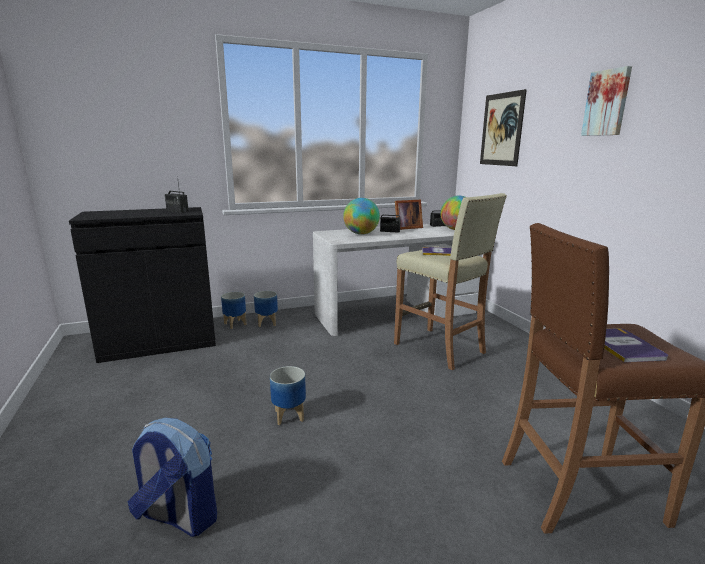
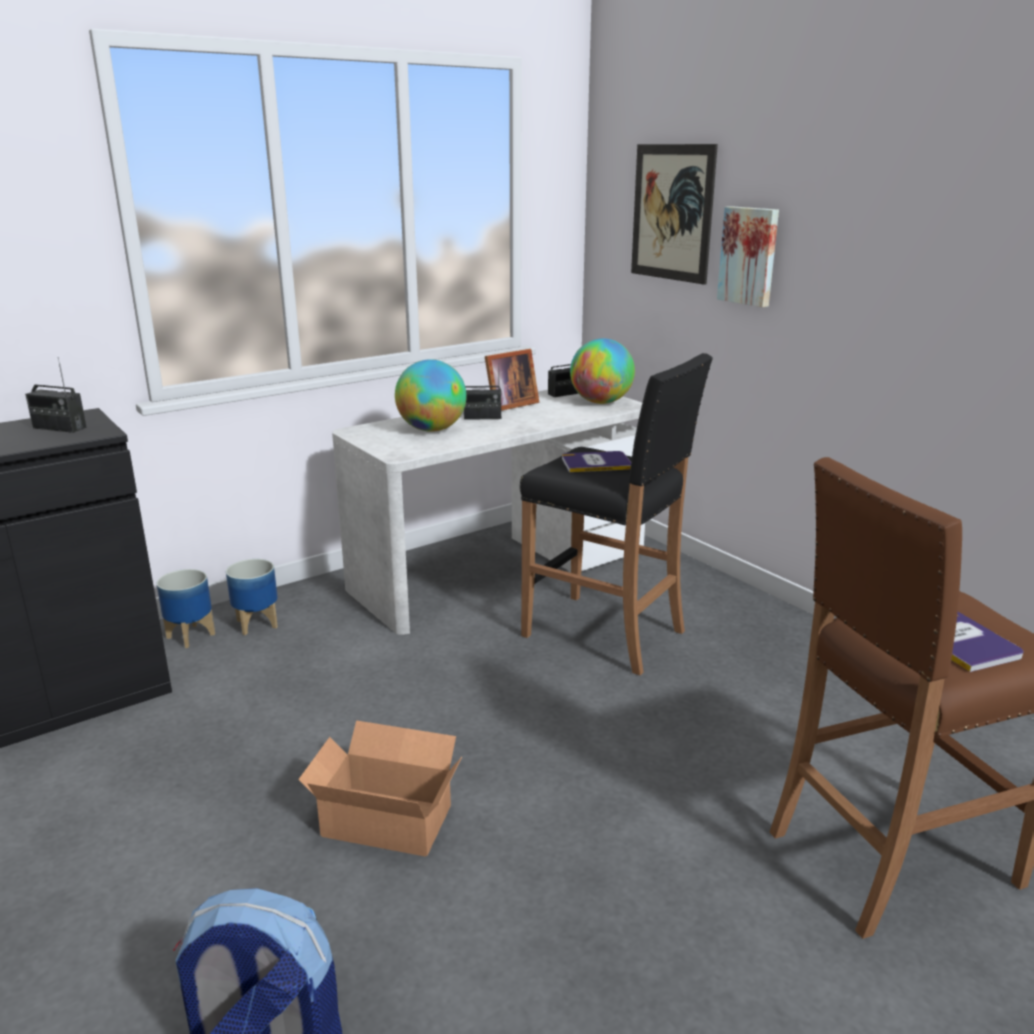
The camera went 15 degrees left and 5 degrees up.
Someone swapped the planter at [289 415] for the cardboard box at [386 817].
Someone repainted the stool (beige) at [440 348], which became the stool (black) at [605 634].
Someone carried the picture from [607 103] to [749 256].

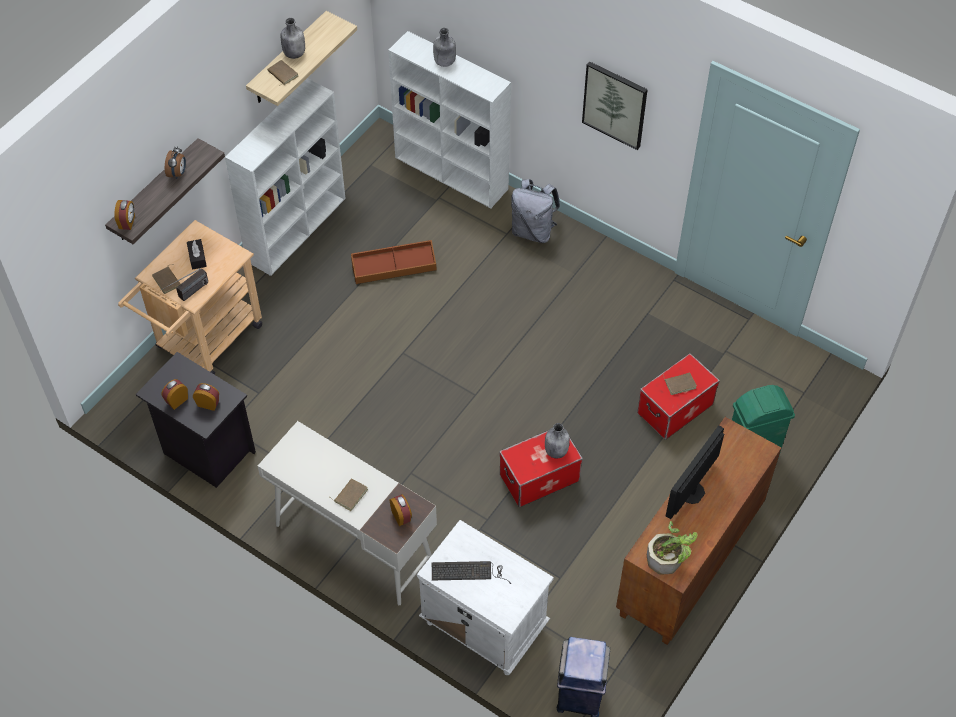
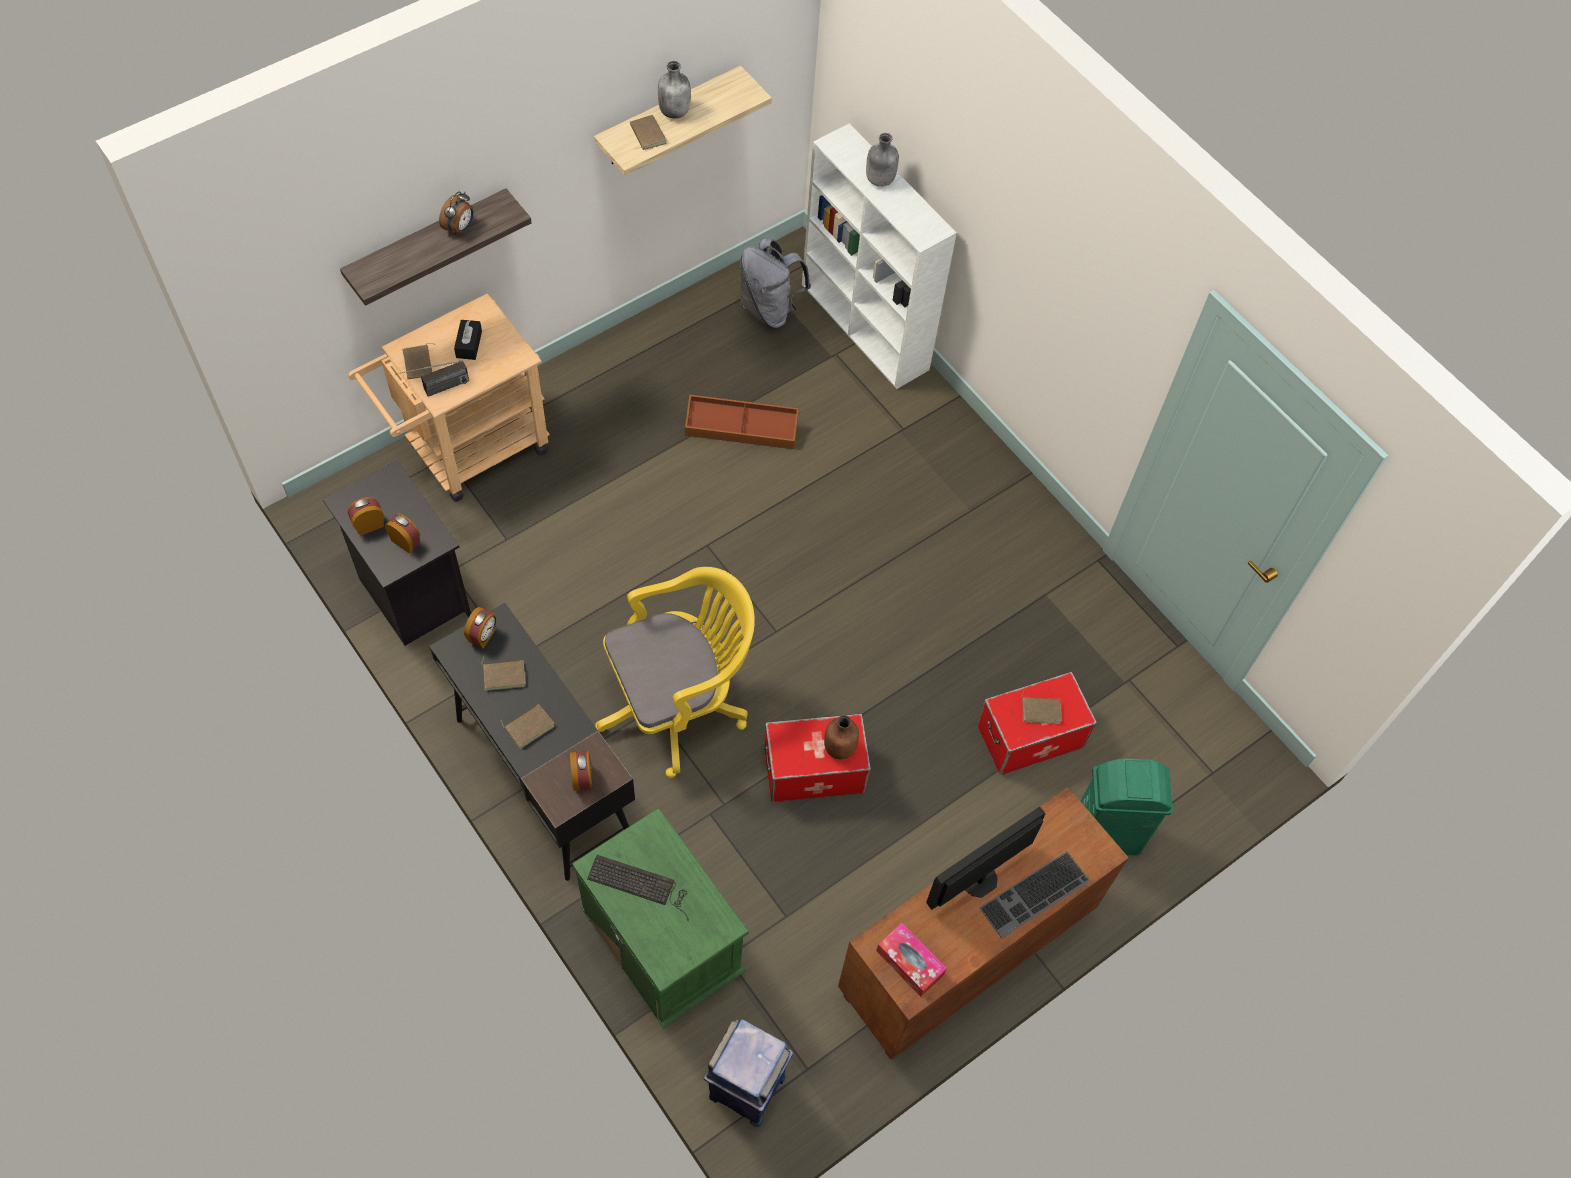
The camera went 15 degrees right and 5 degrees up.
Someone repainted the desk (white) at [353 543], which became the desk (black) at [542 777].
Someone carried the alarm clock from [127 222] to [483 636].
Someone put down the book (brown) at [504 675].
Someone repainted the nightstand (white) at [483 625], which became the nightstand (green) at [661 945].
Someone put down the office chair (yellow) at [679 703].
Someone carried the backpack (grey) from [533 231] to [770 309].
Someone repainted the bottle (grey) at [556 450], which became the bottle (brown) at [839 747].
Someone swapped the potted plant at [669 558] for the tissue box at [910 962].
Someone put down the keyboard at [1035 896].
Someone took away the bookcase (white) at [297 228].
Someone took away the picture at [615 104].

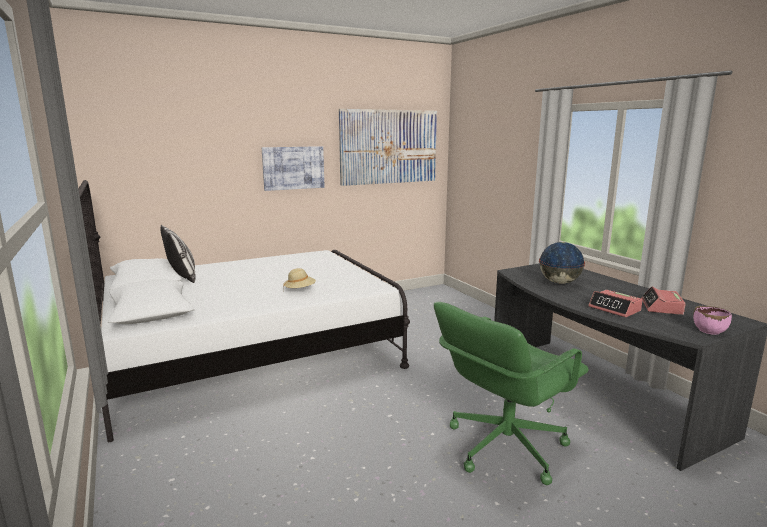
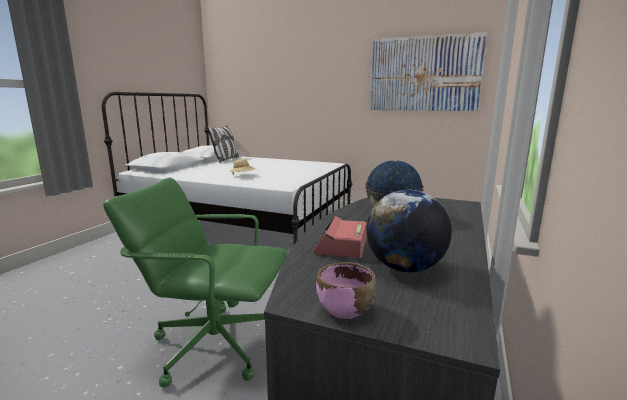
The camera went 50 degrees right and 0 degrees up.
Someone swapped the alarm clock at [661 307] for the globe at [404 268].
Someone took away the picture at [293 168].

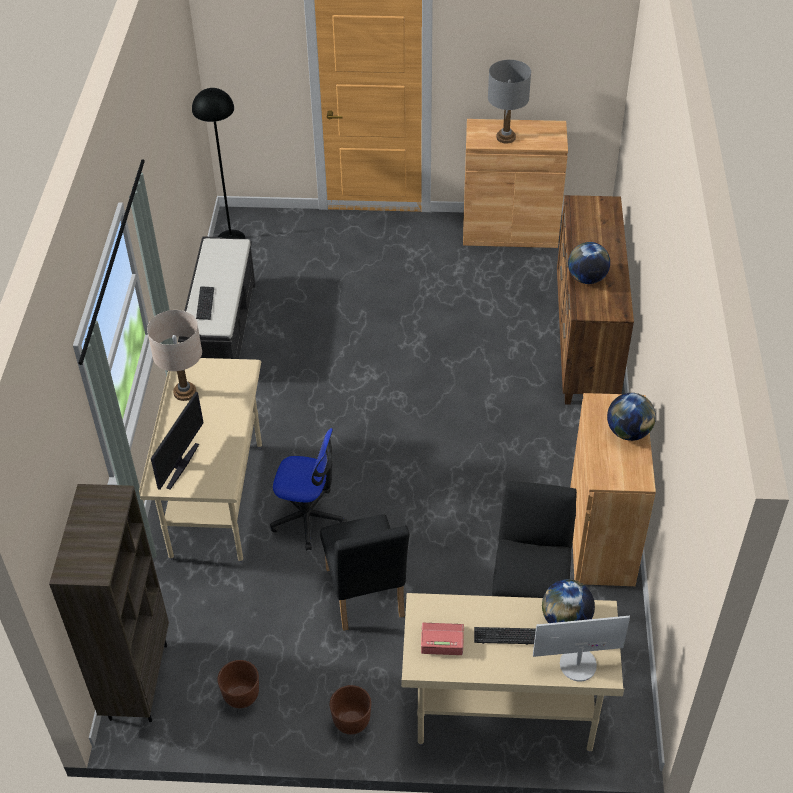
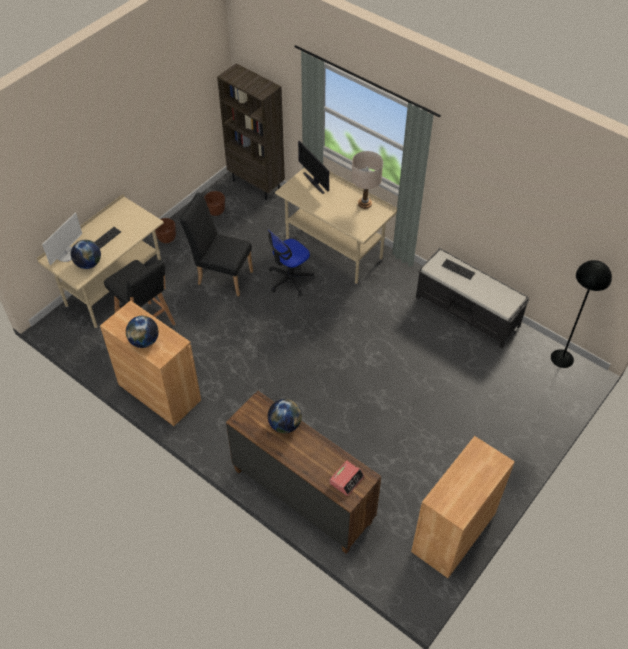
The camera went 125 degrees right and 5 degrees up.
Someone carried the alarm clock from [442 640] to [347 480].
Someone took away the table lamp (grey) at [506 137].

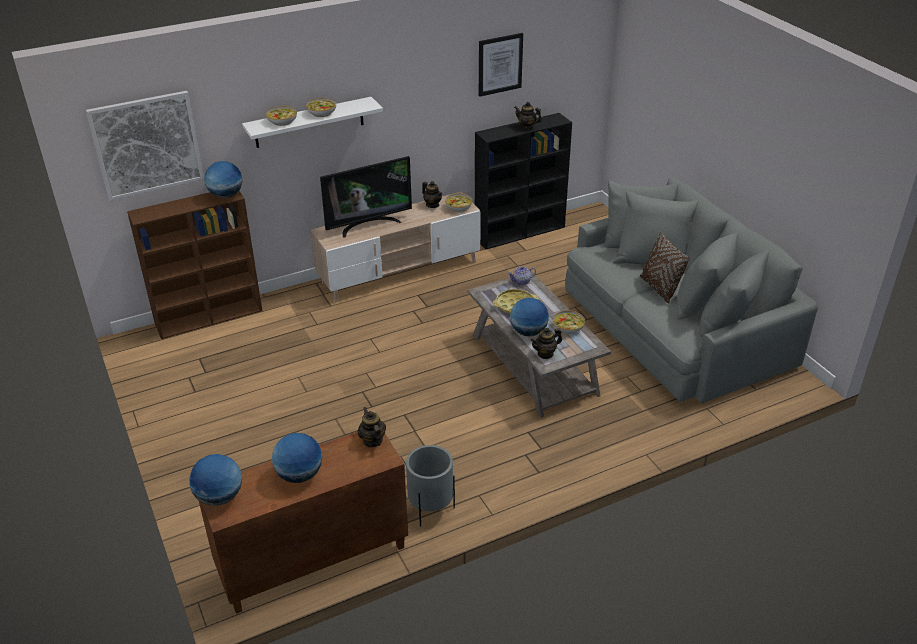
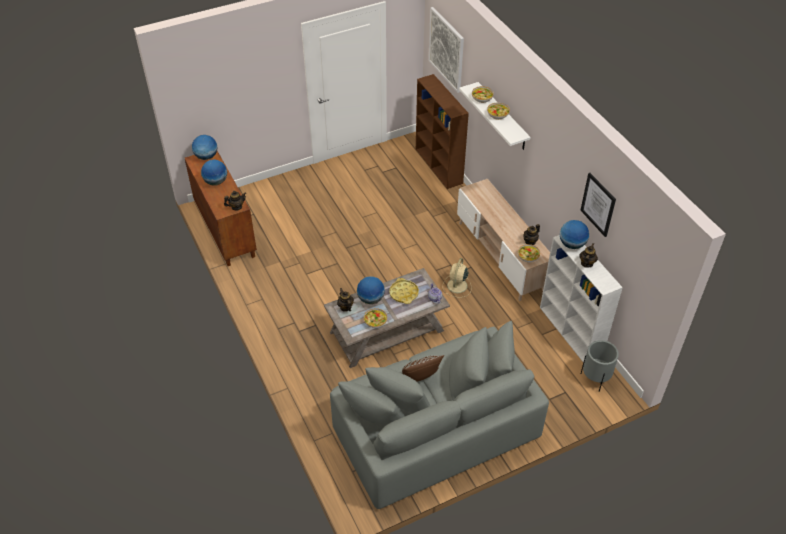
The camera went 90 degrees right and 10 degrees up.
Someone put down the fan (beige) at [457 286].
Someone repainted the bookcase (black) at [520 232], which became the bookcase (white) at [571 332].
Someone carried the globe from [226 195] to [572 244].
Someone carried the planter (grey) from [431 509] to [595 379].
Someone took away the television at [368 224].

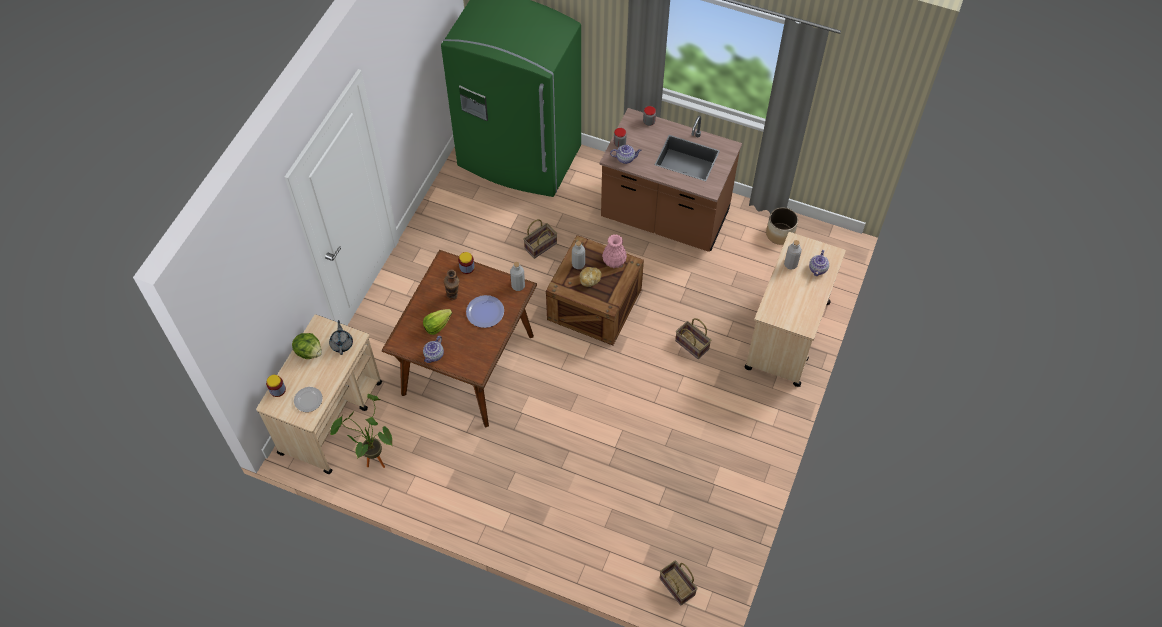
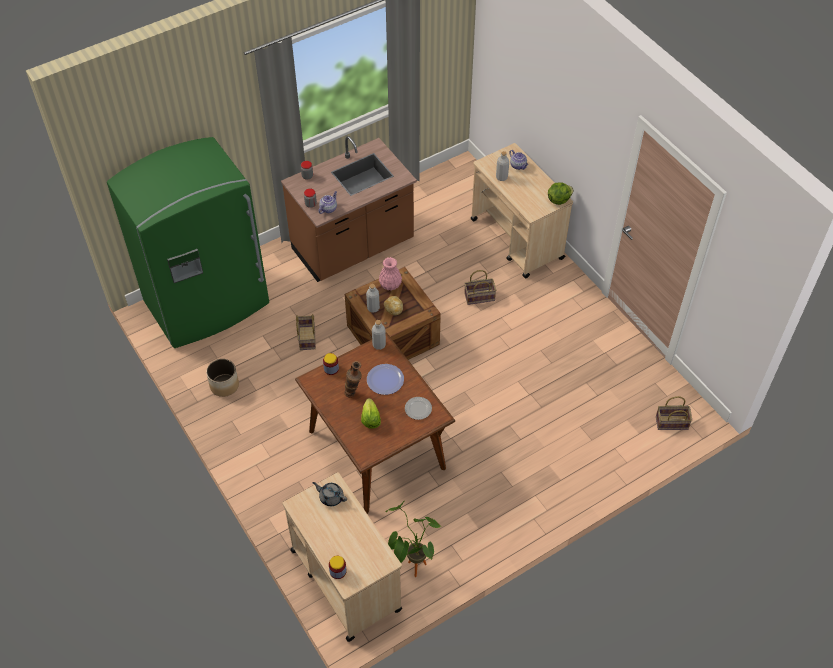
The camera went 55 degrees left and 5 degrees down.
Someone carried the planter from [779 234] to [224 385].
Someone carried the plate from [308 400] to [418 409].
Someone carried the lettuce from [309 352] to [558 200].
Someone took away the teapot at [434 355].

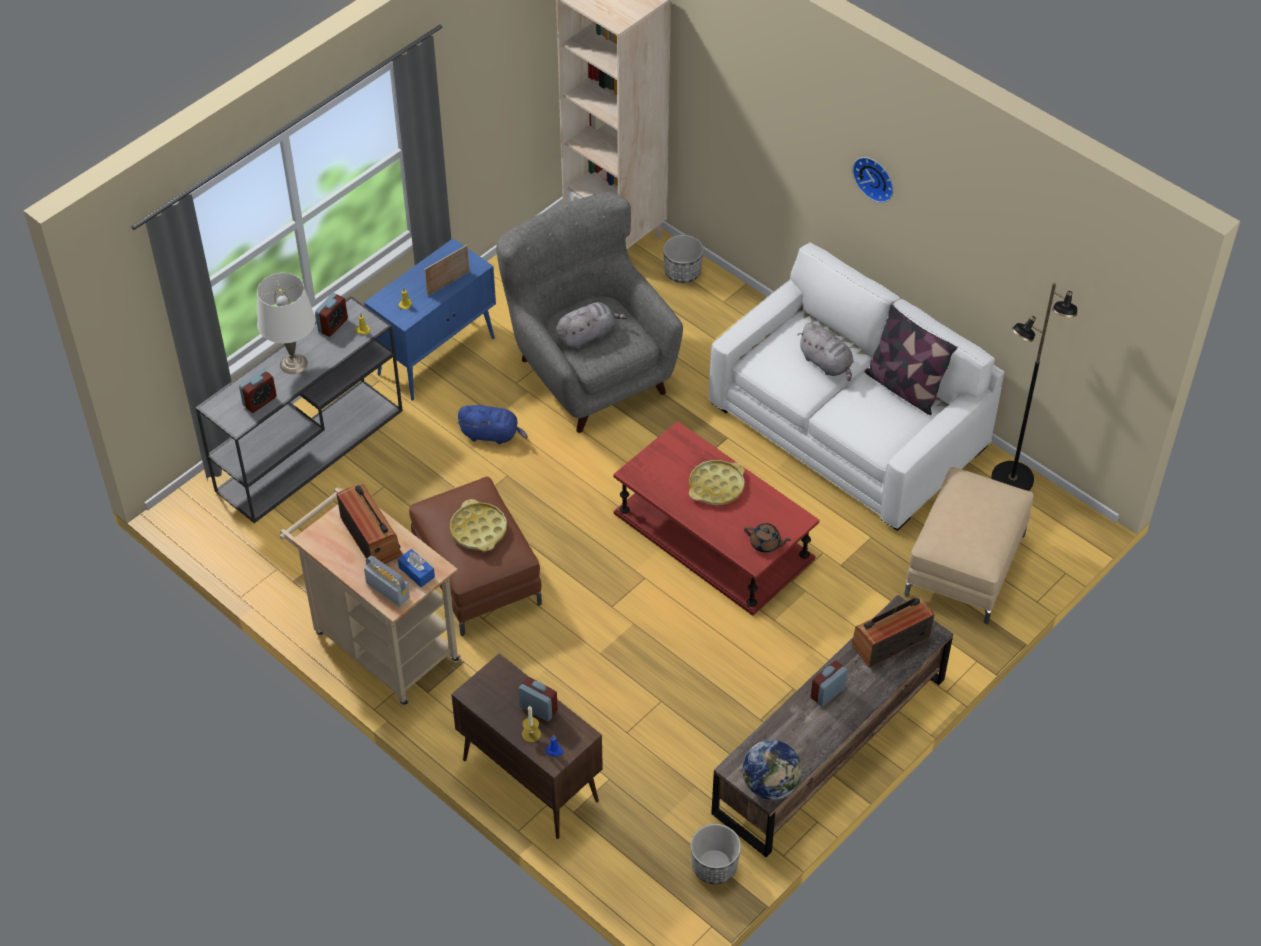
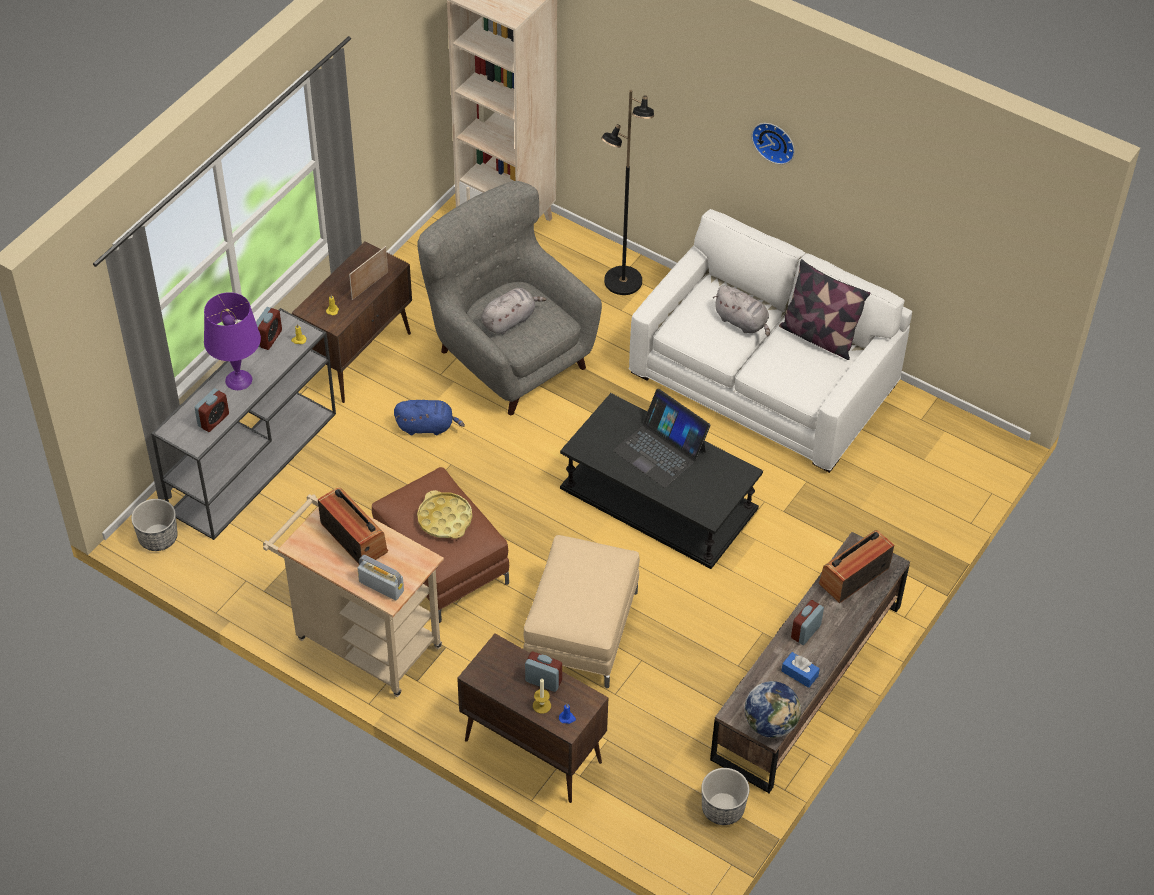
The camera went 10 degrees left and 0 degrees up.
Someone carried the planter from [683 272] to [158 537].
Someone repainted the table lamp (white) at [293 364], which became the table lamp (purple) at [238 380].
Someone repainted the cabinet (blue) at [437 355], which became the cabinet (brown) at [358 357].
Someone carried the ottoman (beige) from [965 565] to [581 630].
Someone repainted the coffee table (red) at [714 536], which became the coffee table (black) at [660 498].
Someone carried the floor lamp (black) from [1012 479] to [623 282].
Someone swapped the tray (yellow) at [716 486] for the laptop at [660 450].
Someone carried the tissue box (blue) from [416 572] to [799 673].
Someone took away the teapot (brown) at [766 544].

